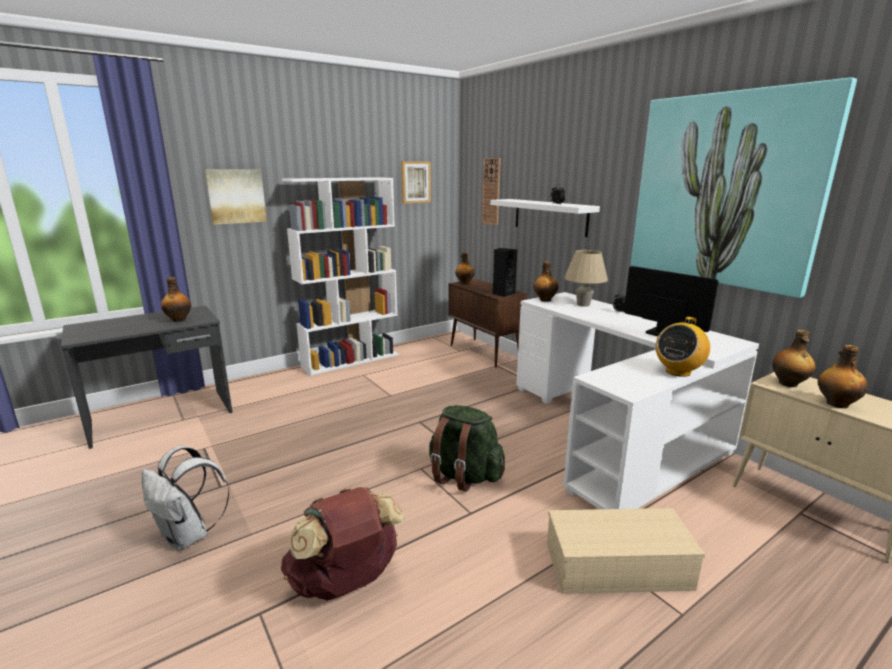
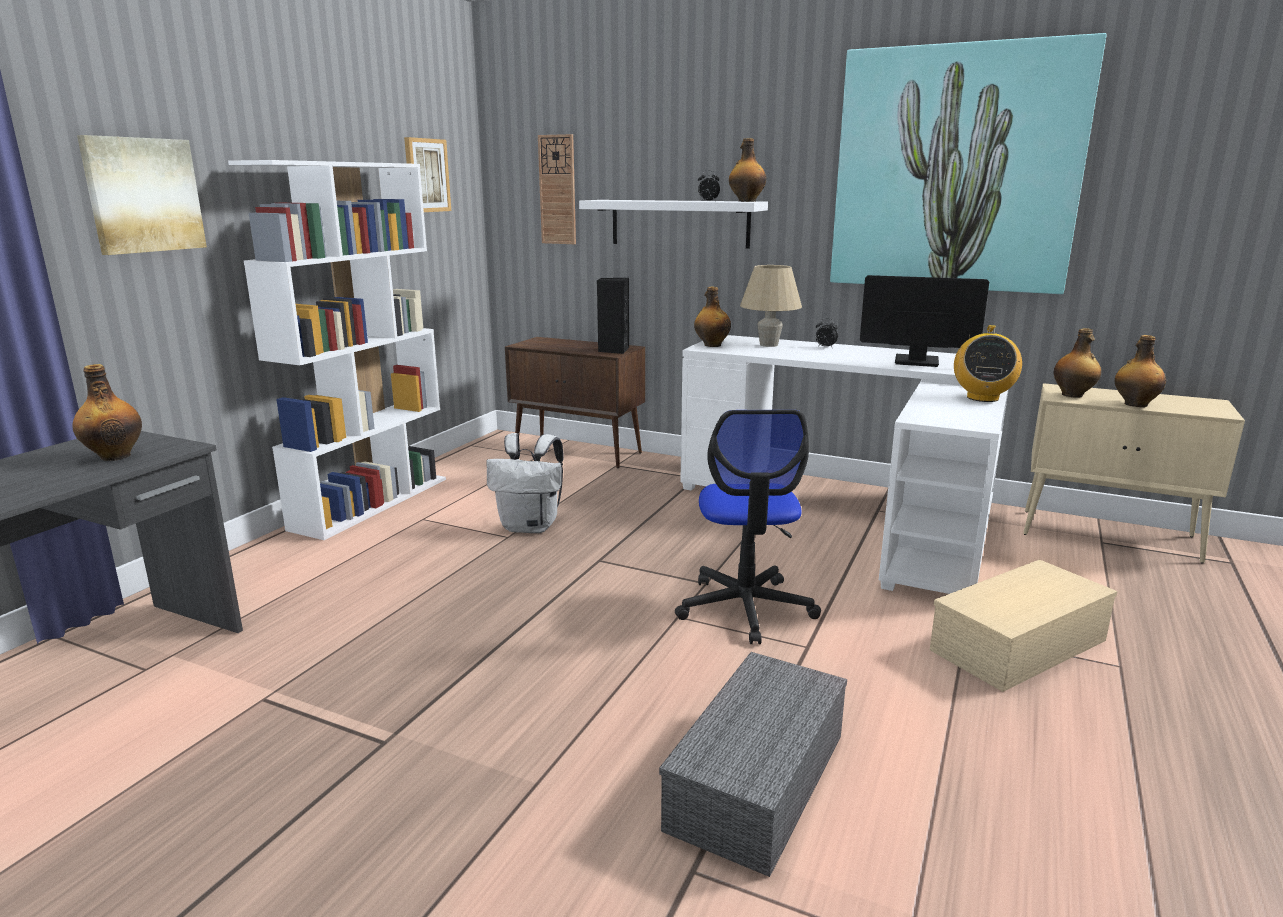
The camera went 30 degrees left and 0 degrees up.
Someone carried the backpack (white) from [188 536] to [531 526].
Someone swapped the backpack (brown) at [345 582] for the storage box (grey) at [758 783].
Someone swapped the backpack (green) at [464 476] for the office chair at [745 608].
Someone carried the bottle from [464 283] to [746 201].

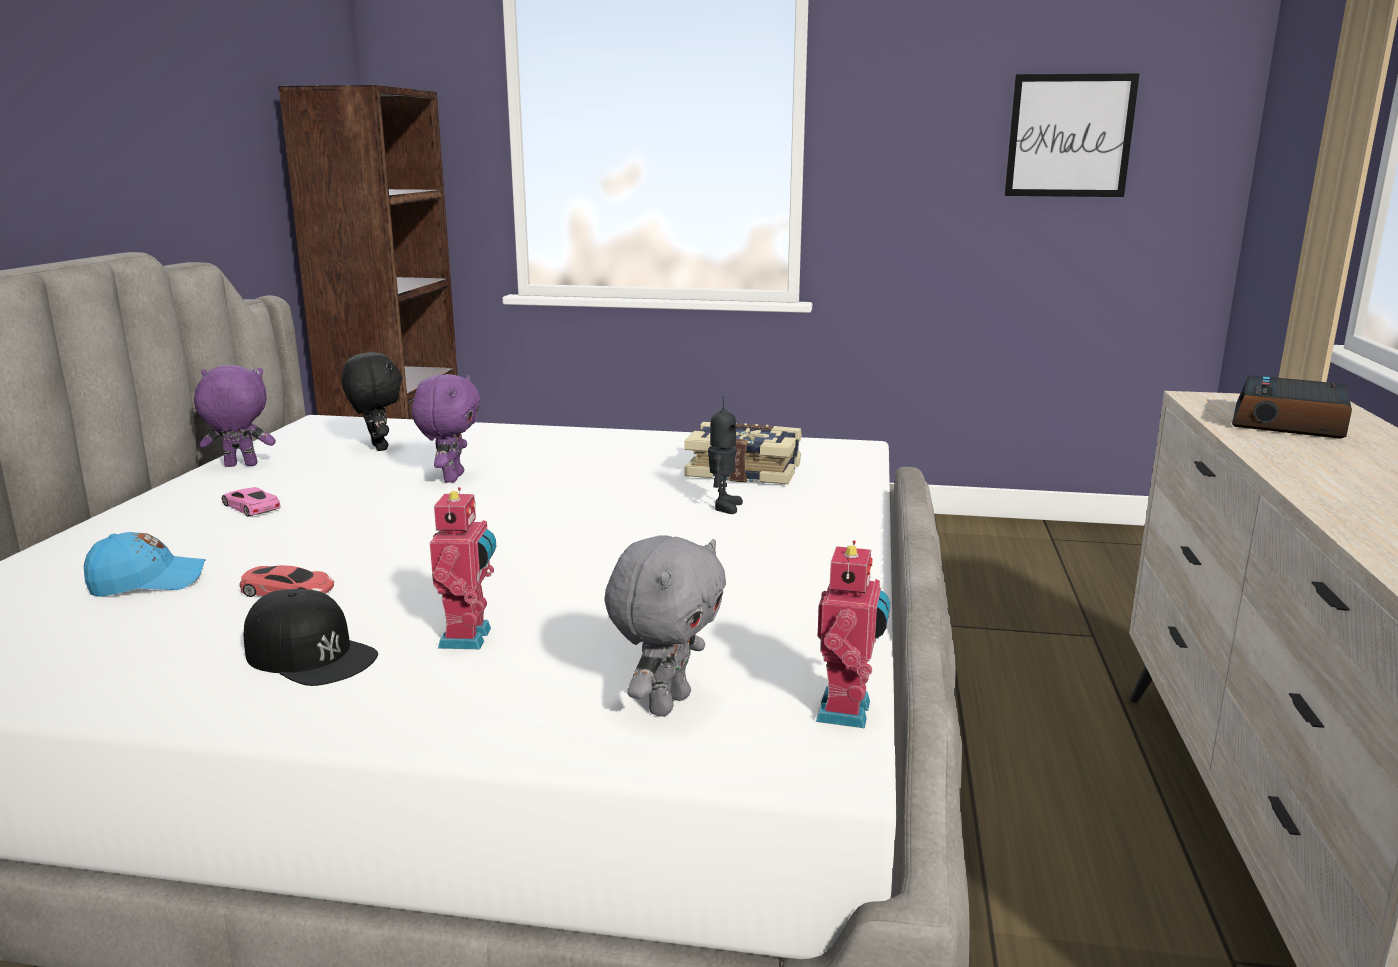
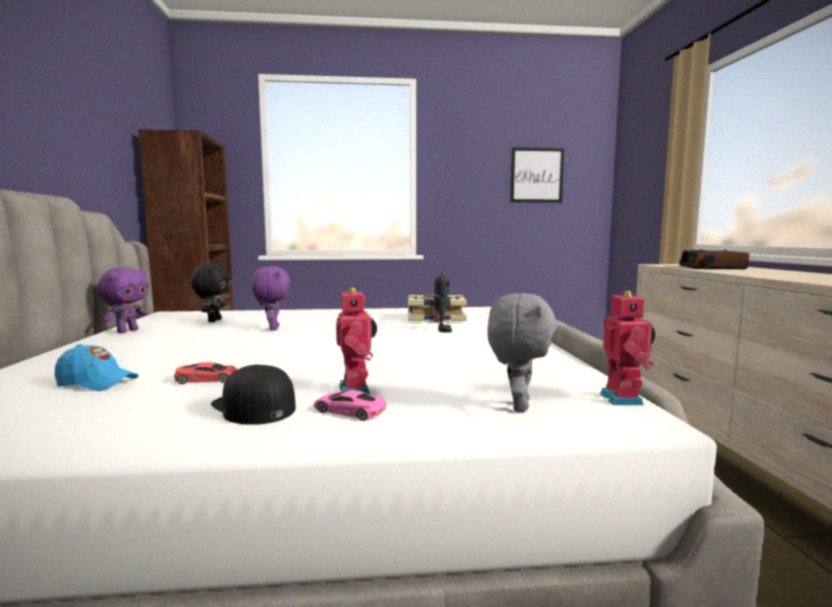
The camera went 15 degrees left and 10 degrees down.
Someone rotated the cap (blue) at [148 583] by 45 degrees clockwise.
Someone rotated the plush toy (purple) at [240 466] by 135 degrees clockwise.
Someone rotated the plush toy (black) at [377 447] by 45 degrees clockwise.
Someone rotated the cap (black) at [310 654] by 150 degrees counterclockwise.
Someone carried the toy car (pink) from [250 507] to [349 410].

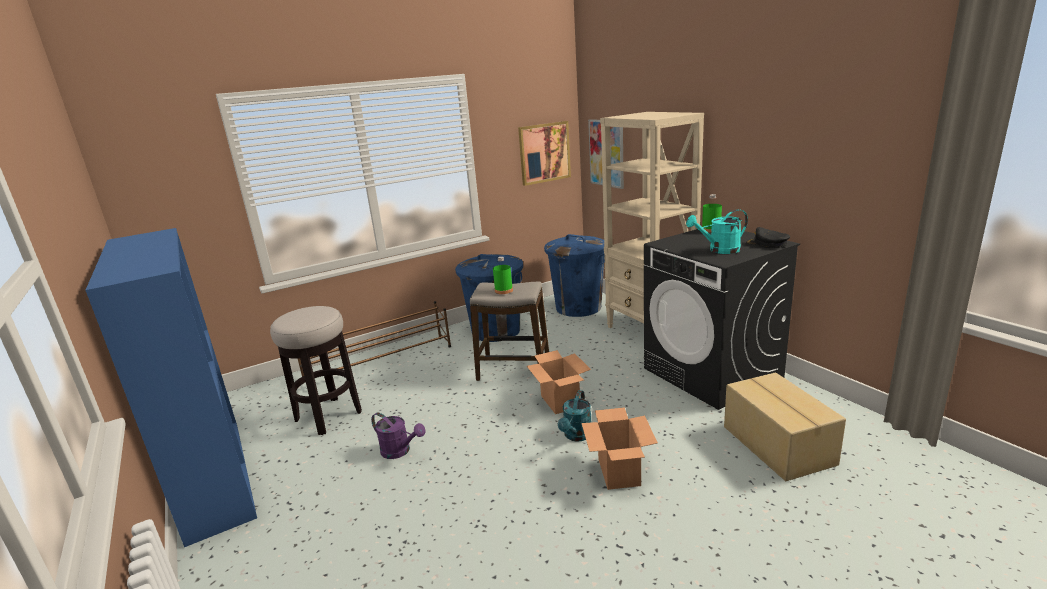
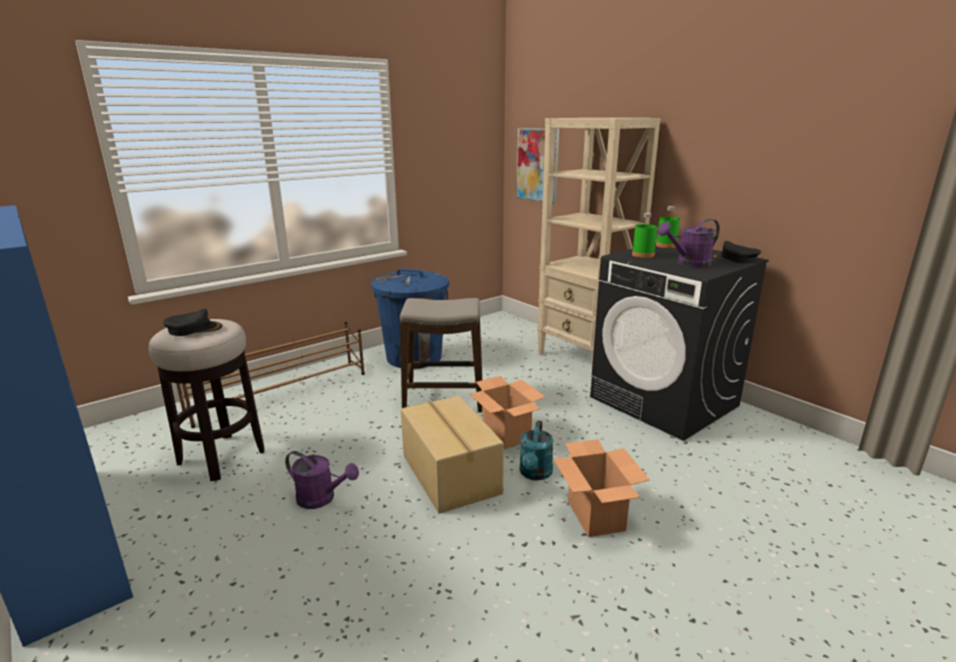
The camera went 10 degrees left and 0 degrees up.
Someone put down the cap (black) at [194 329].
Someone carried the cardboard box from [777 445] to [449 474].
Someone carried the bottle (green) from [503 290] to [643 255].
Someone repainted the watering can (turquoise) at [719 250], which became the watering can (purple) at [688 264].
Someone took away the picture at [544 153].
Someone took away the trash can (blue) at [578 307].

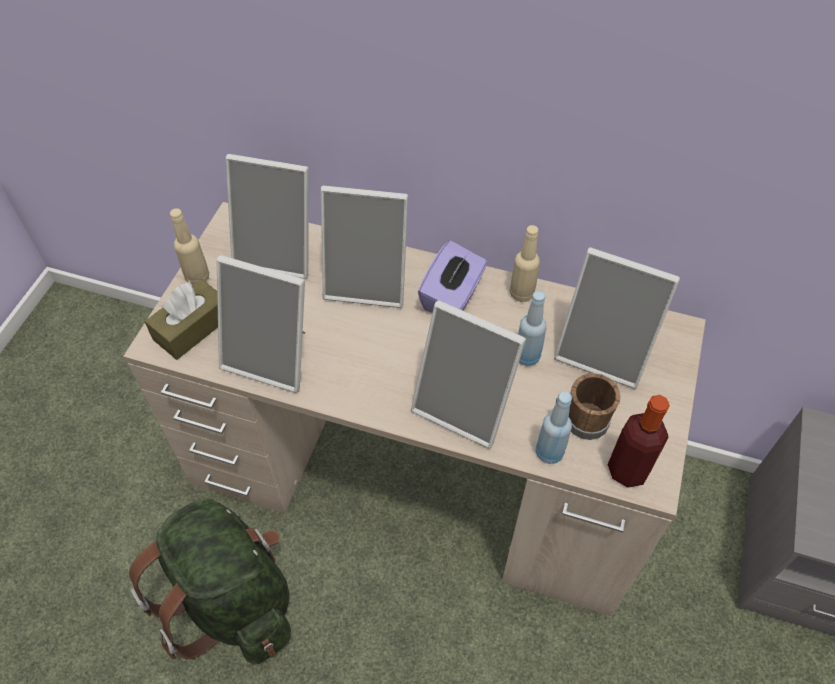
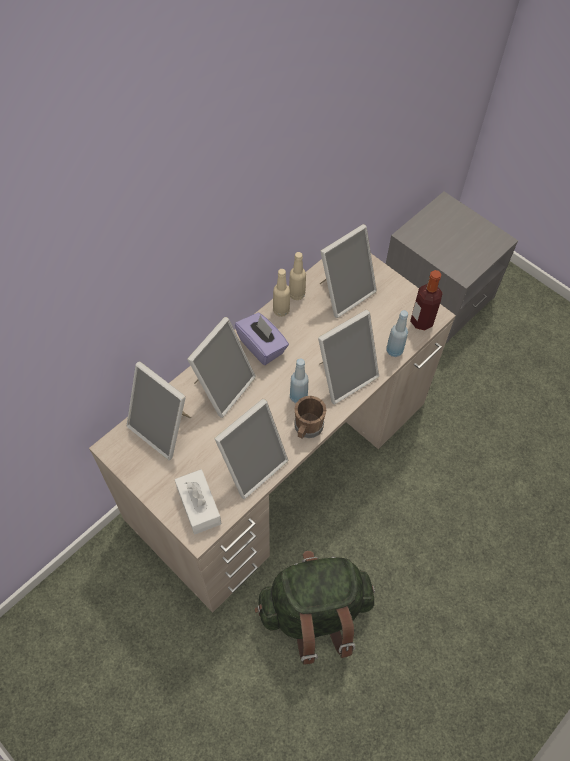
The camera went 65 degrees left and 5 degrees up.
Someone rotated the picture frame at [279 252] by 90 degrees clockwise.
Someone repainted the tissue box (brown) at [192 328], which became the tissue box (white) at [199 506].
Someone carried the bottle (beige) from [197 277] to [296 294].
Someone carried the bottle (blue) from [527 357] to [298 397].
Someone carried the mug (brown) from [580 420] to [307 428].

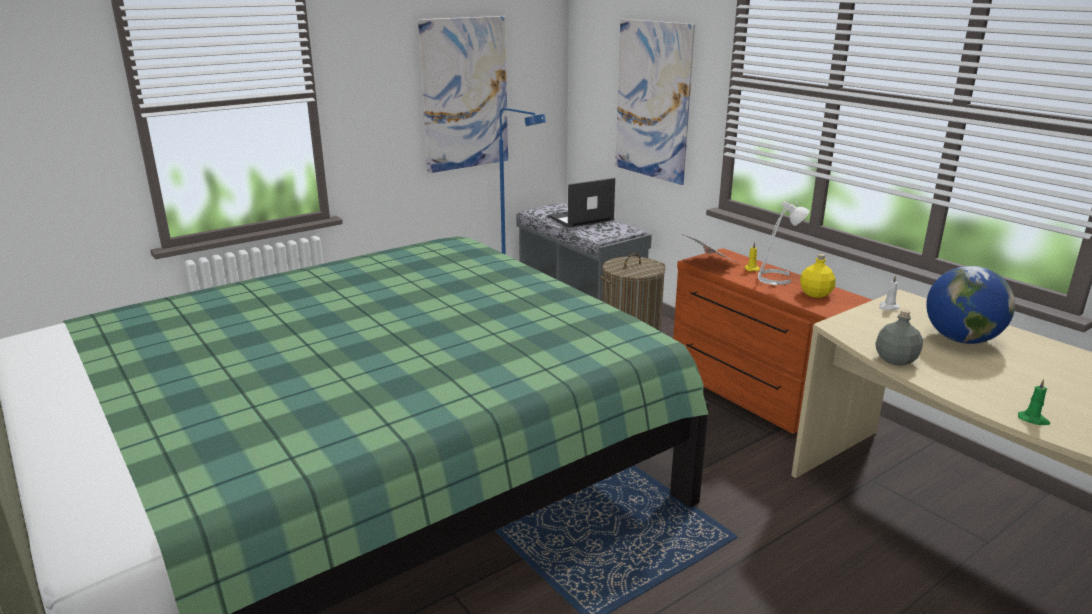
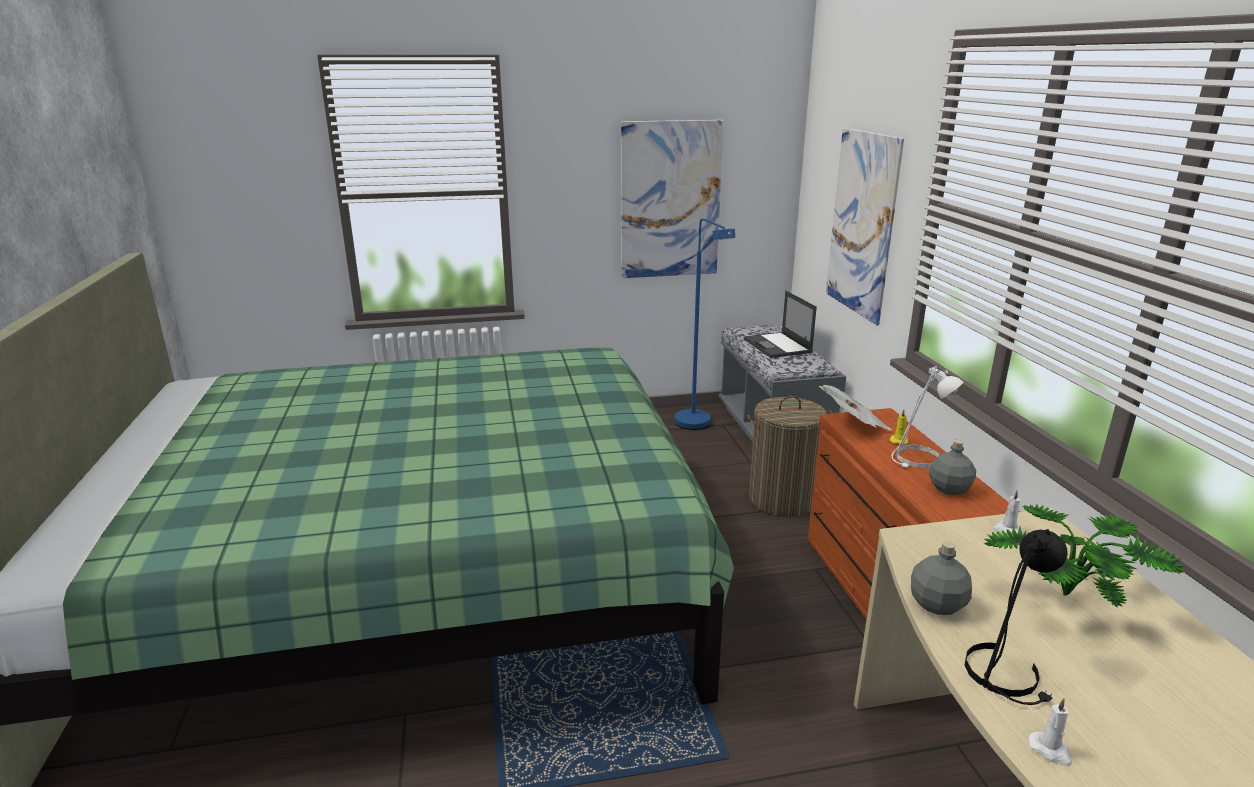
The camera went 25 degrees right and 0 degrees up.
Someone rotated the laptop at [580 218] by 105 degrees counterclockwise.
Someone repainted the bottle (yellow) at [815 294], which became the bottle (grey) at [948 489].
Someone put down the table lamp (black) at [1006 674].
Someone swapped the globe at [961 339] for the potted plant at [1066 600].
Someone repainted the candle (green) at [1033 420], which became the candle (white) at [1050 750].

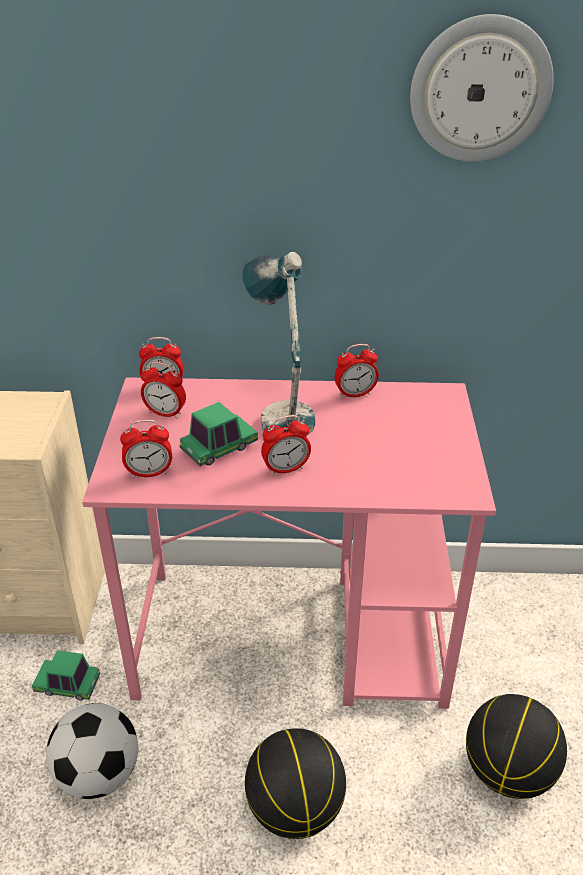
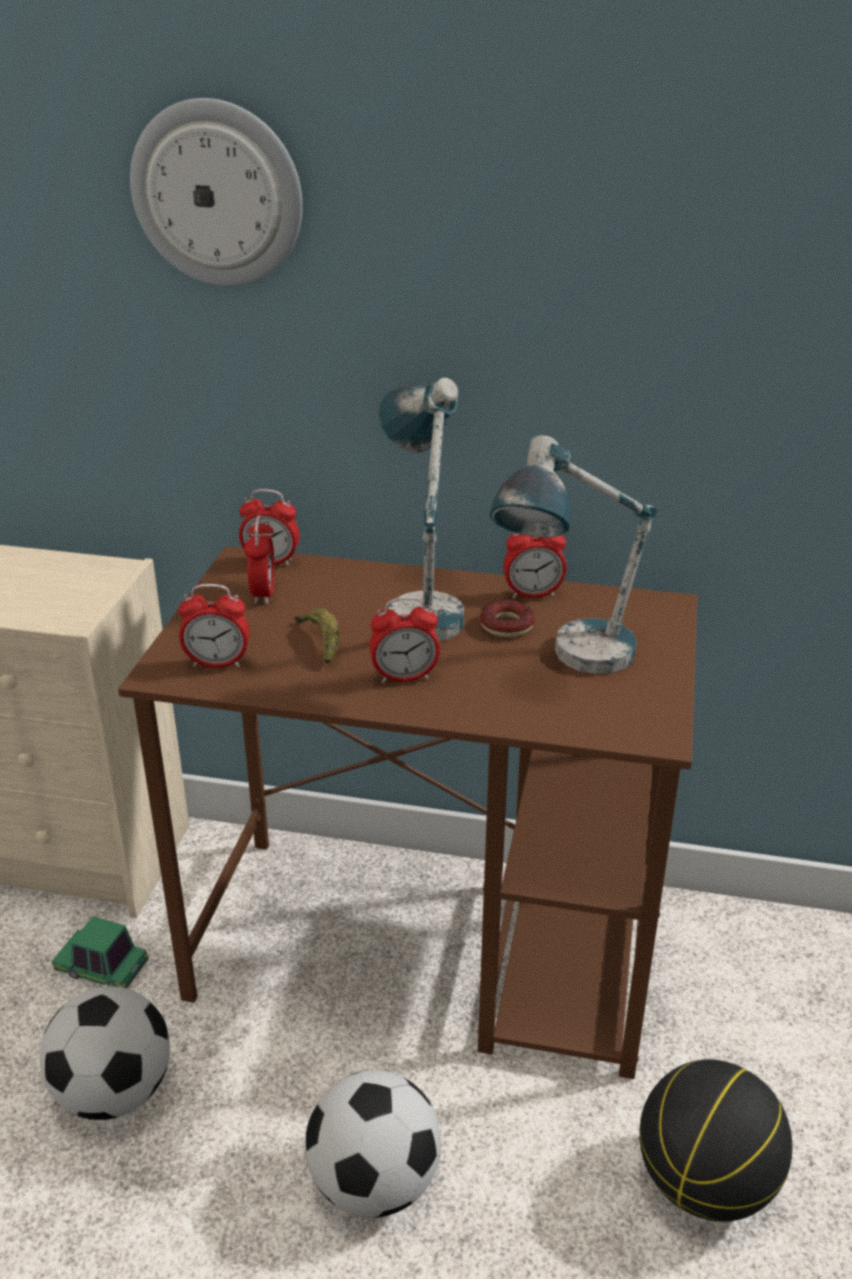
The camera went 10 degrees right and 5 degrees down.
Someone repainted the desk (pink) at [294 637], which became the desk (brown) at [429 949].
Someone carried the wall clock from [480 90] to [218 194].
Someone rotated the alarm clock at [165 413] by 120 degrees counterclockwise.
Someone swapped the toy car at [219 448] for the banana at [321 642].
Someone swapped the basketball at [294 809] for the football at [374 1183].
Someone put down the donut at [507 625].
Someone put down the table lamp at [568 664].

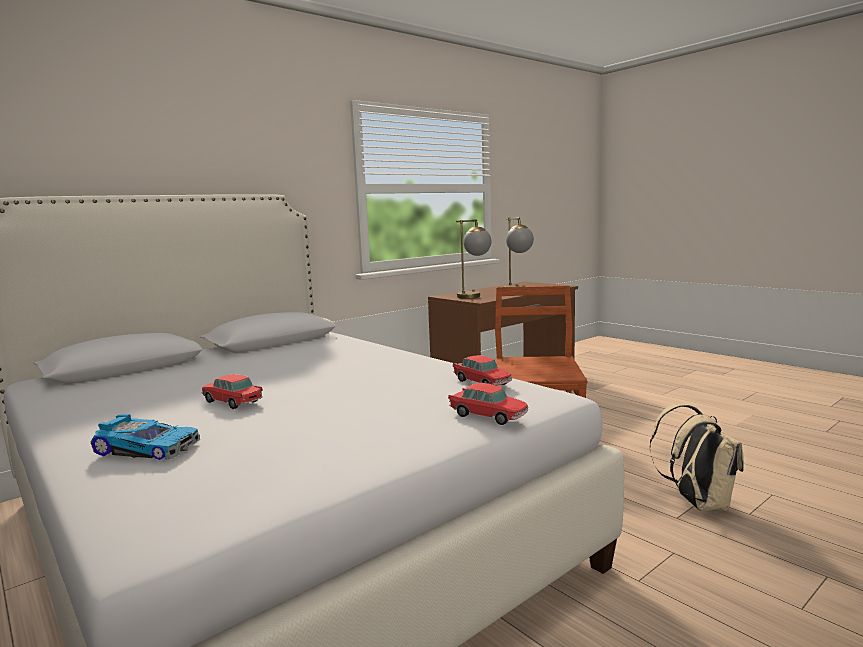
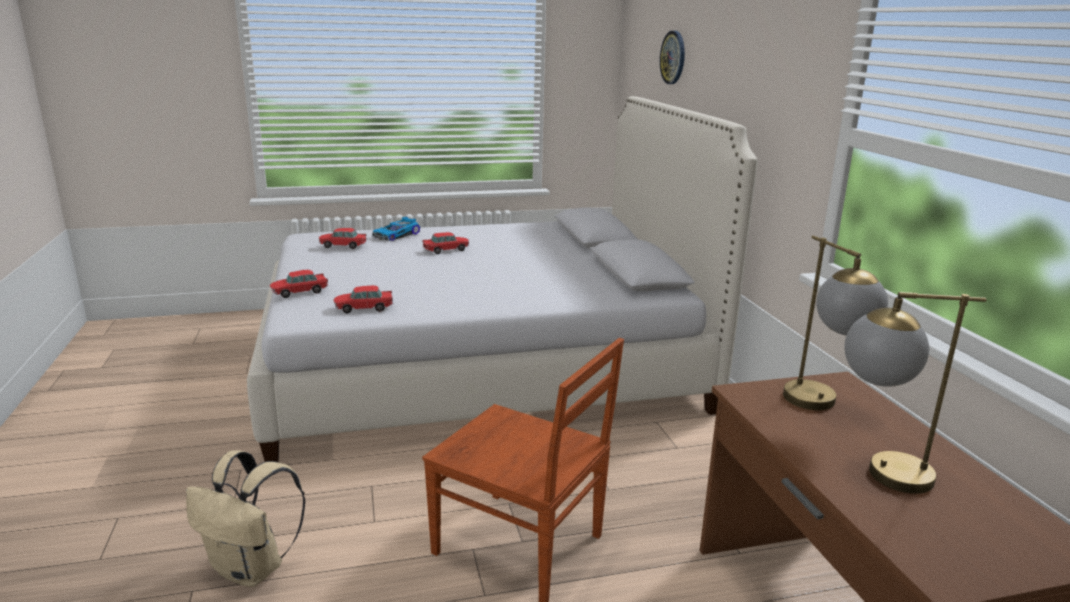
The camera went 115 degrees right and 10 degrees up.
Someone put down the toy car at [343 246].
Someone put up the wall clock at [673 57].

